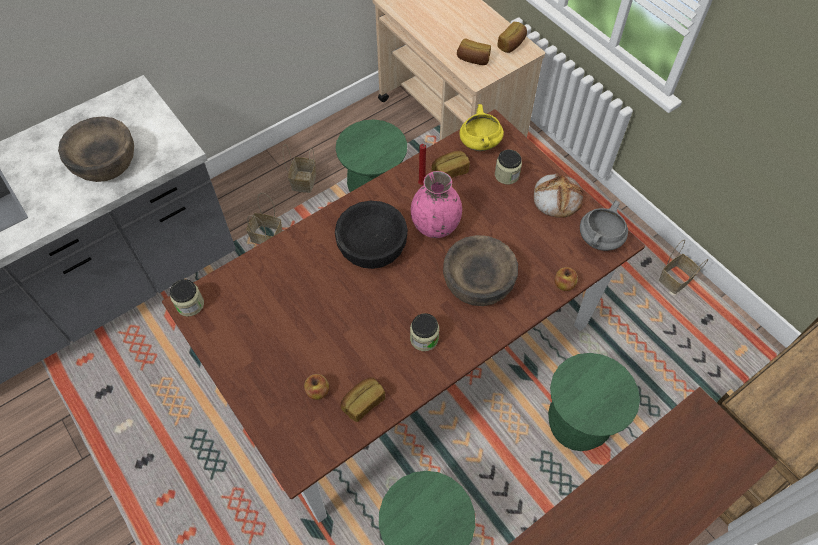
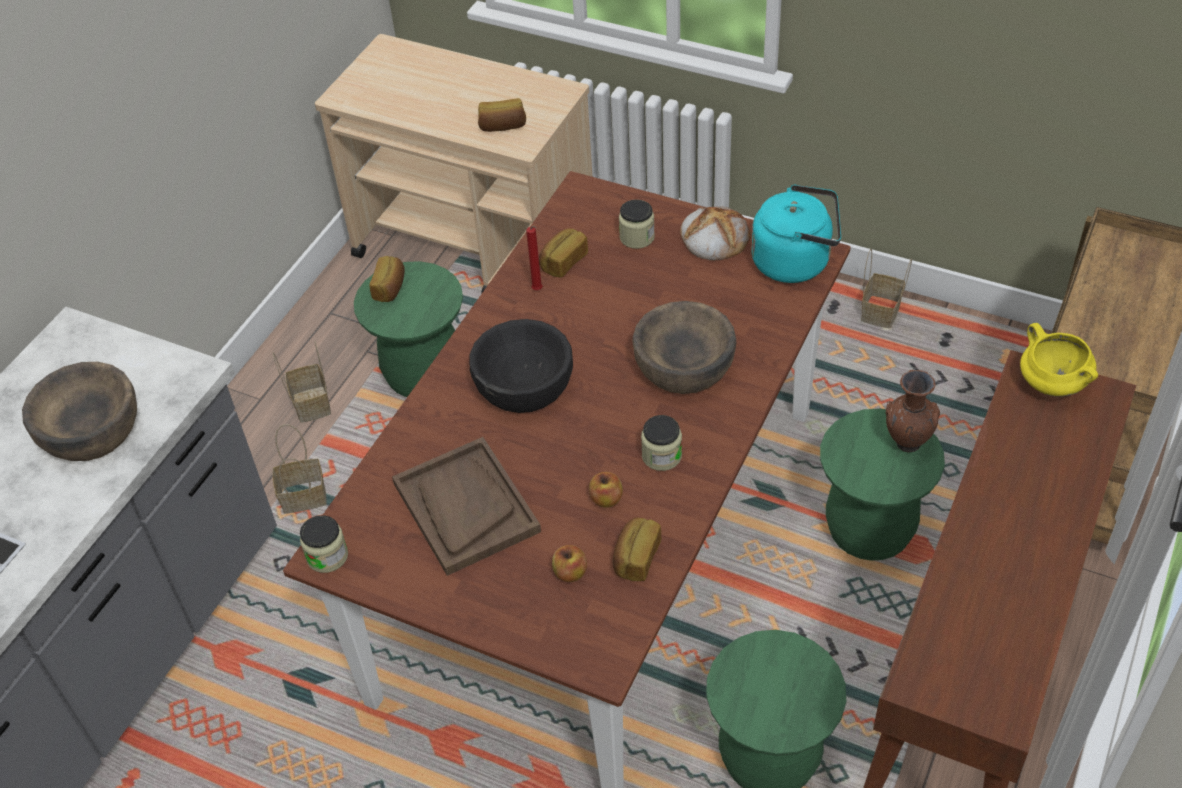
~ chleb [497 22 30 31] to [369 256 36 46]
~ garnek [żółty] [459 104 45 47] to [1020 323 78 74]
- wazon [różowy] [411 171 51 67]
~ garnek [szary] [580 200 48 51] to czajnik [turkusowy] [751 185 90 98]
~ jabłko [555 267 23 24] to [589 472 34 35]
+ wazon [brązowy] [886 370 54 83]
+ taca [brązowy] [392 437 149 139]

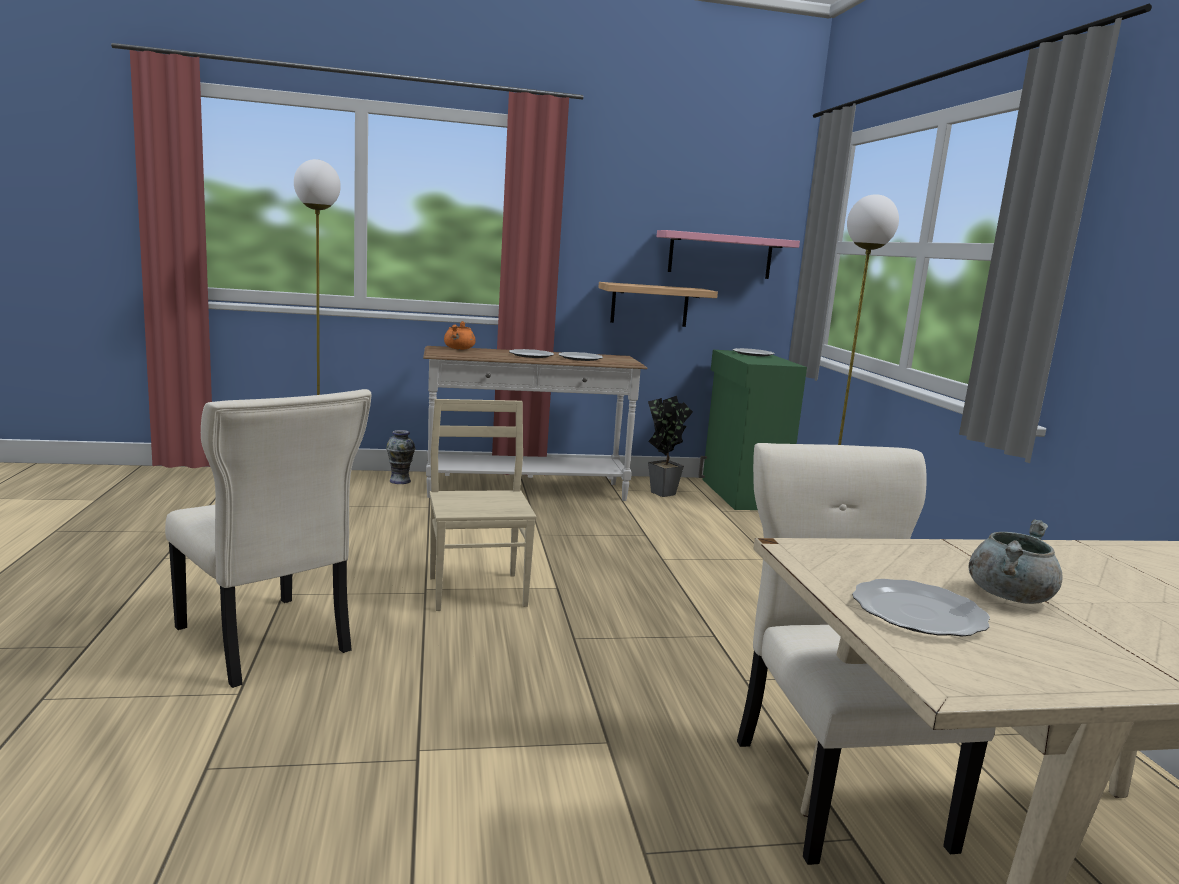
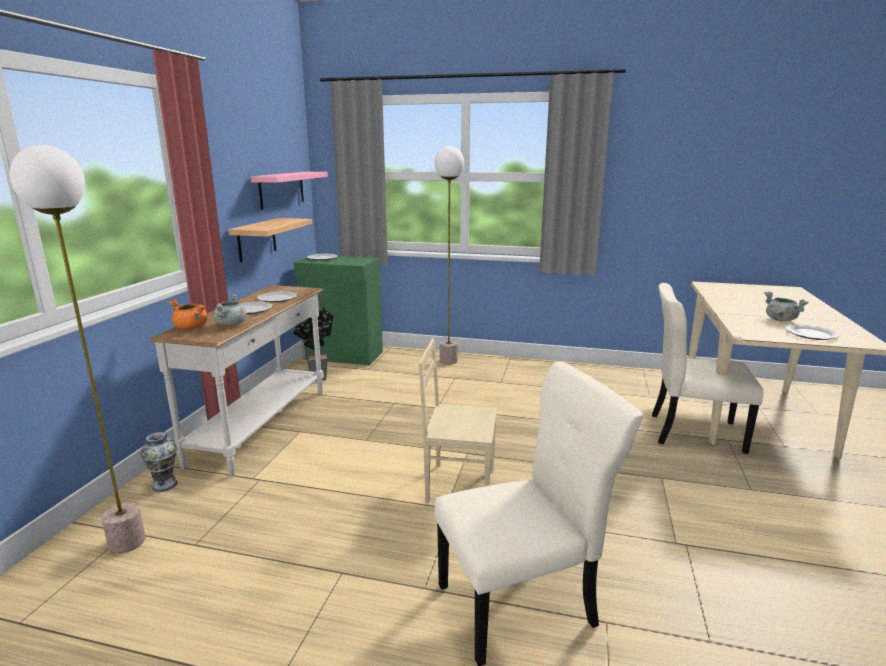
+ garnek [szary] [213 294 34 32]

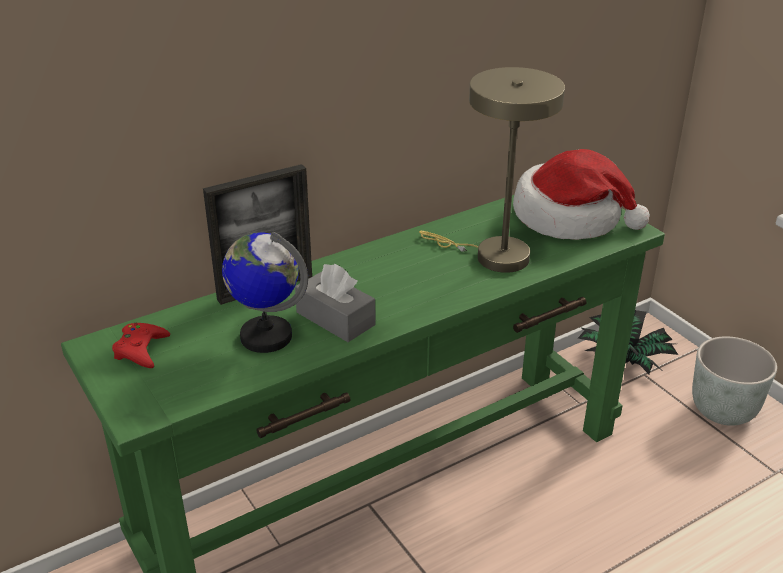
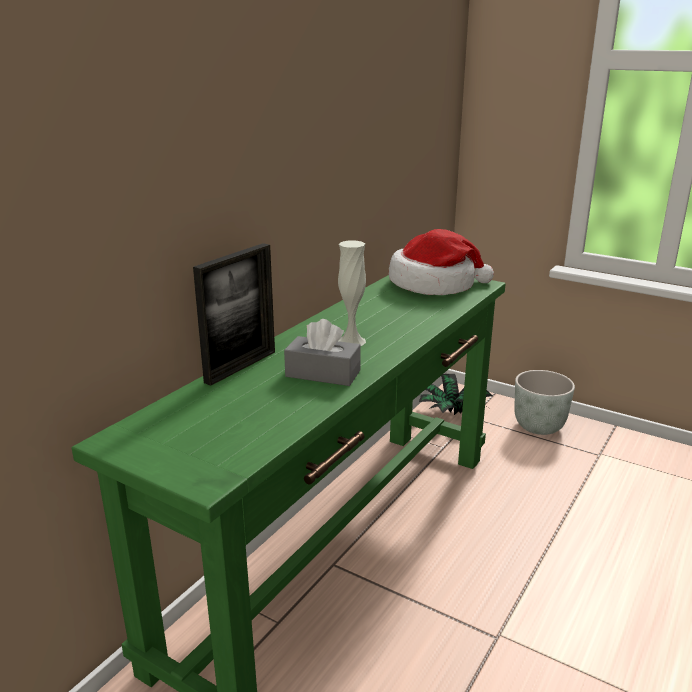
- lampa stołowa [beżowy] [419 67 146 206]
- globus [222 232 86 121]
- pad do gier [czerwony] [112 323 58 45]
+ wazon [biały] [338 240 28 106]

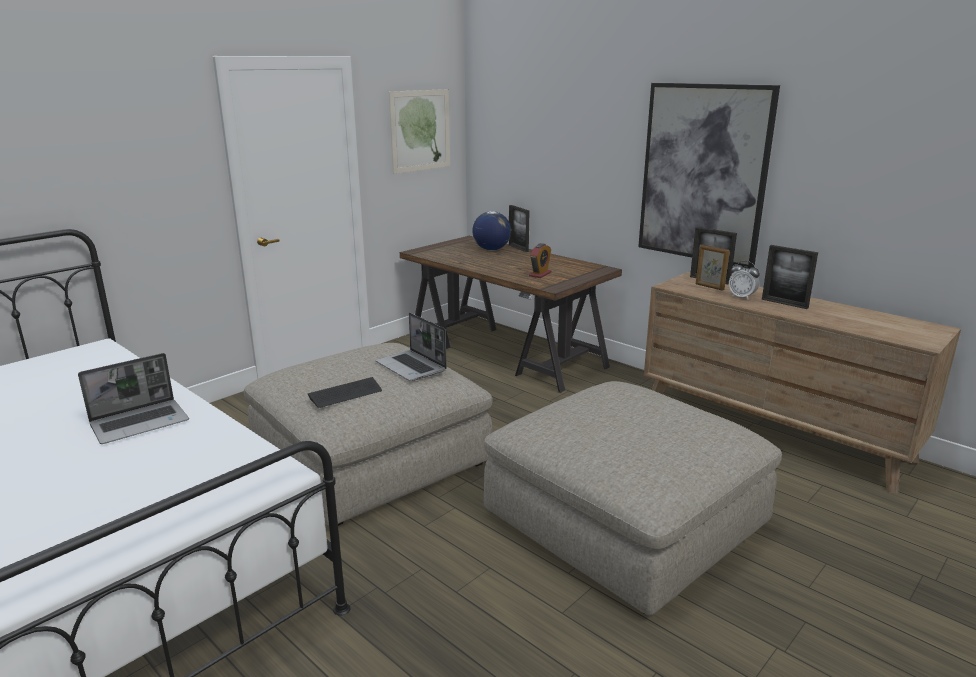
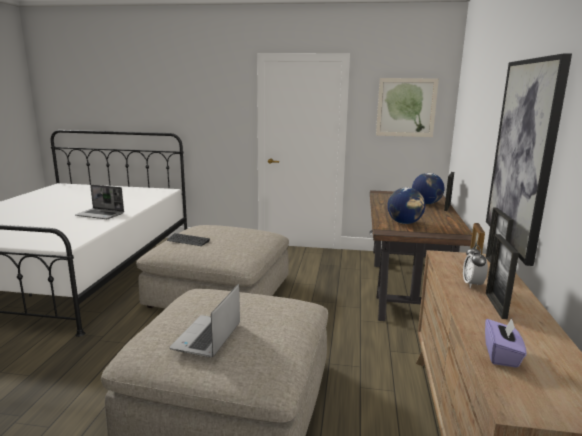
~ budzik [529 243 23 35] to globus [387 187 38 37]
~ laptop [376 312 71 69] to [170 284 70 74]
+ pudełko chusteczek [fioletowy] [485 318 42 50]

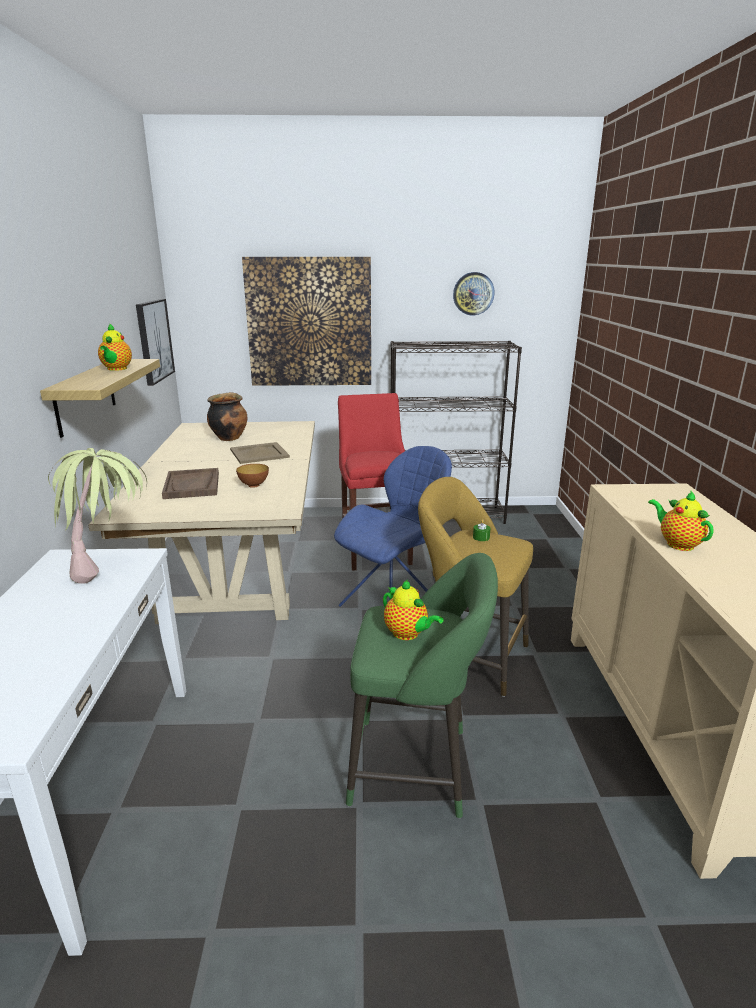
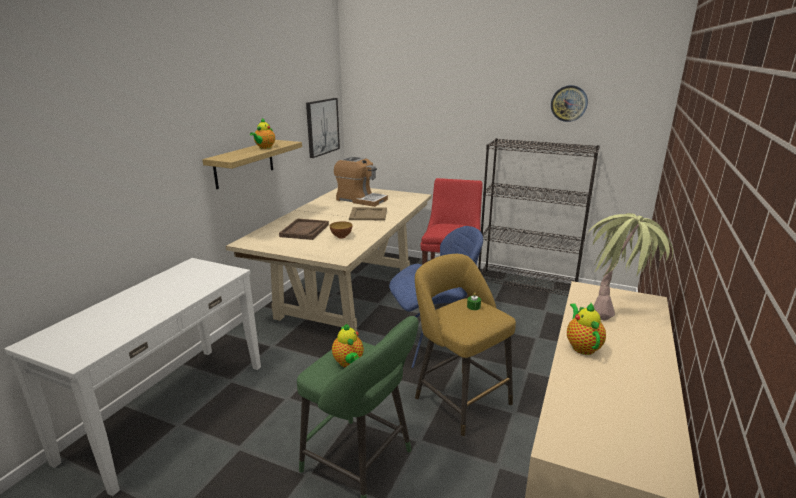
- obraz [242 257 129 129]
~ garnek [207 392 40 49] to ekspres do kawy [334 157 54 50]
~ roślina doniczkowa [48 448 99 136] to [587 213 86 108]

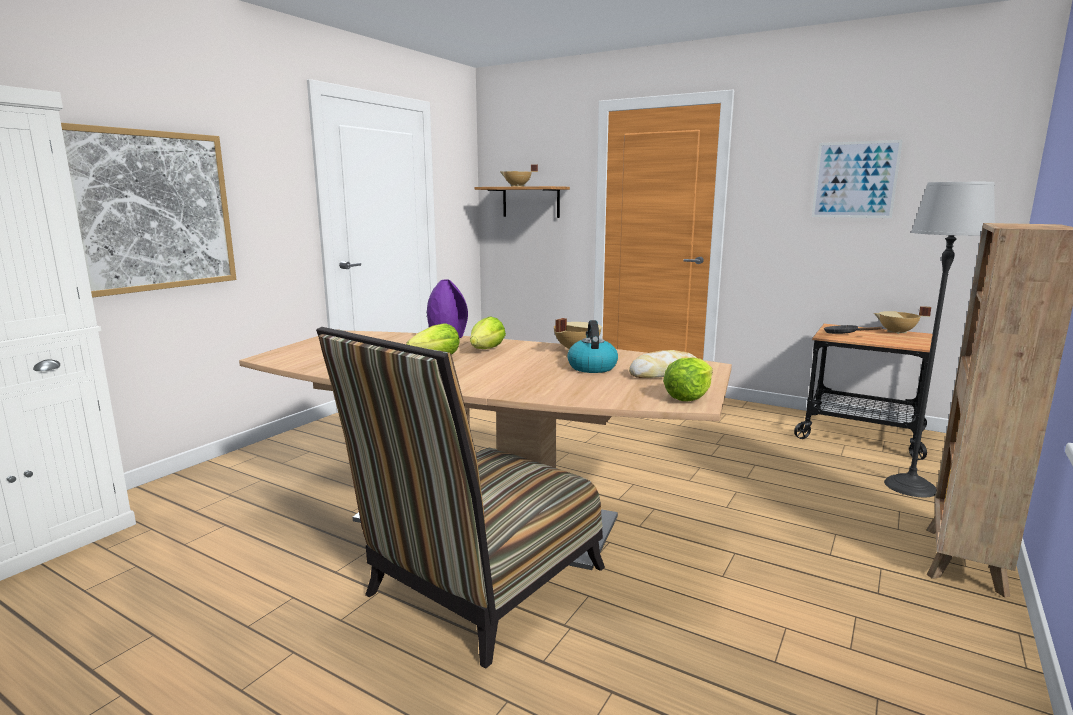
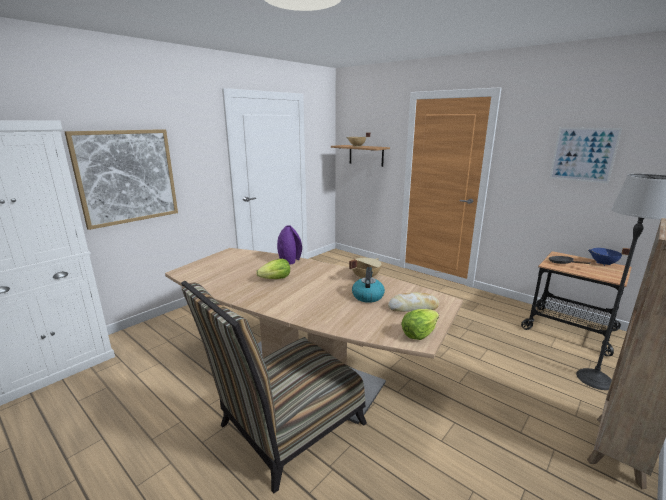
~ garnek [beżowy] [874 306 57 28] to garnek [niebieski] [587 248 43 18]
- sałata [470 316 36 33]

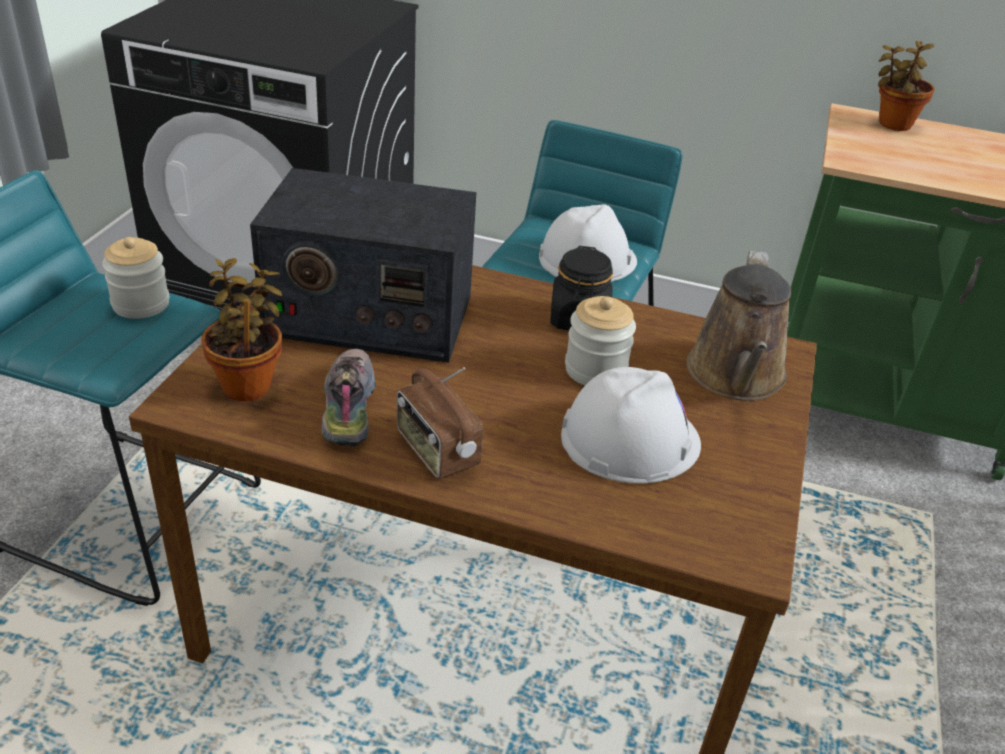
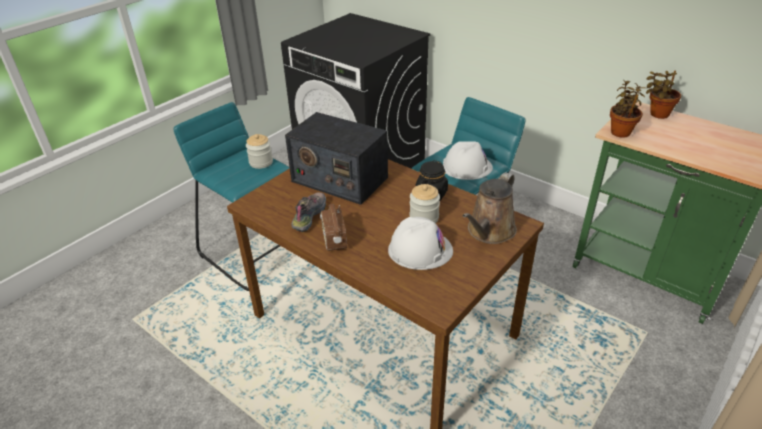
~ roślina doniczkowa [201 258 81 143] to [610 80 35 58]

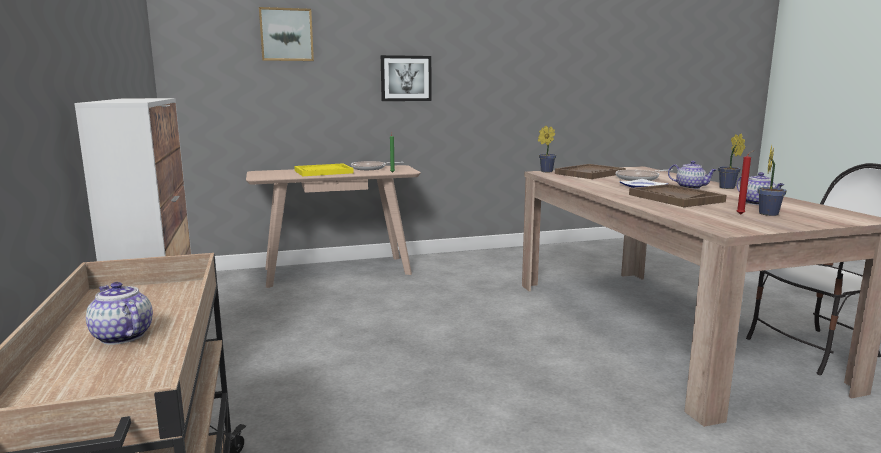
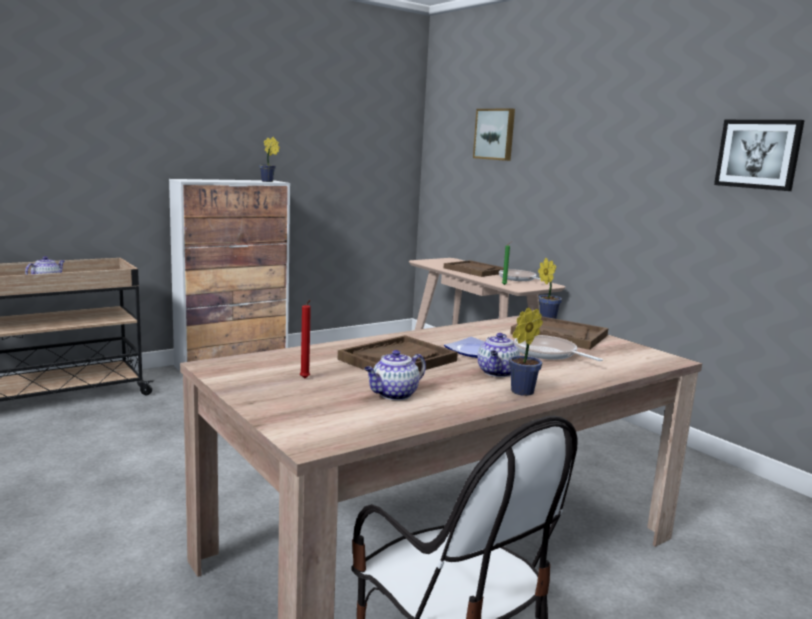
~ obraz [381 55 51 46] to [714 120 91 71]
~ roślina doniczkowa [757 145 30 71] to [259 137 21 45]
~ taca [żółty] [294 163 60 13] to taca [brązowy] [444 260 60 17]

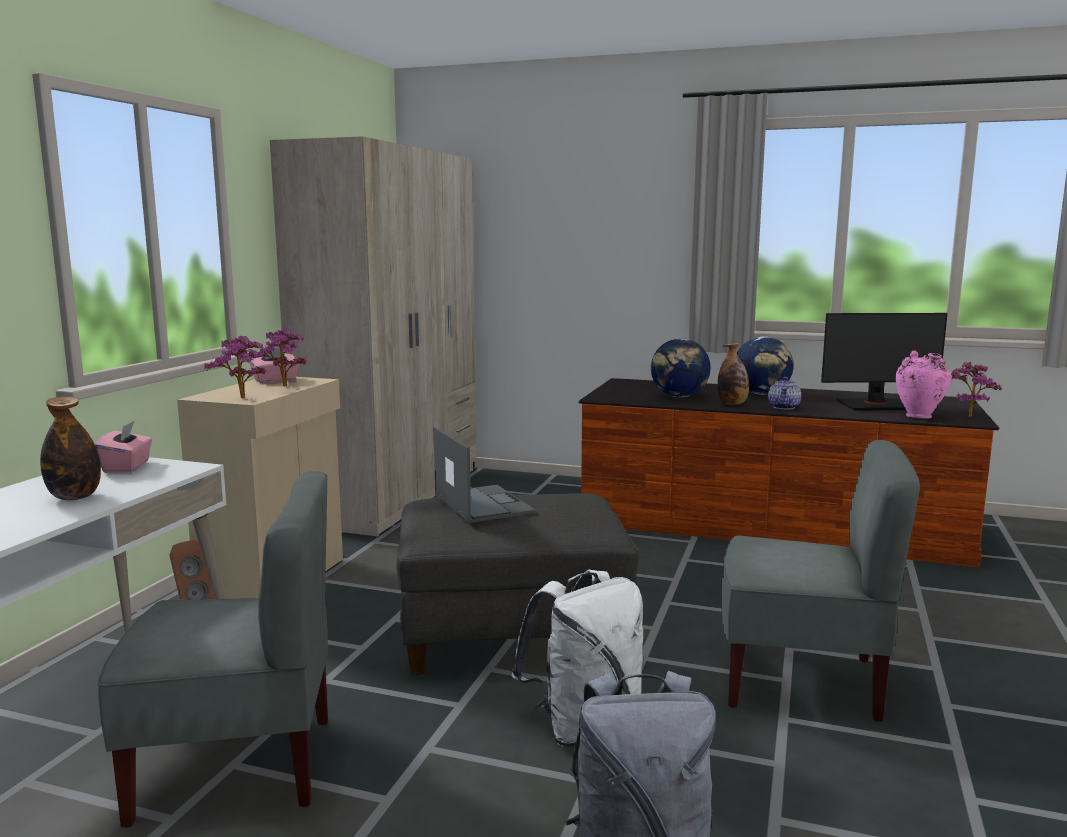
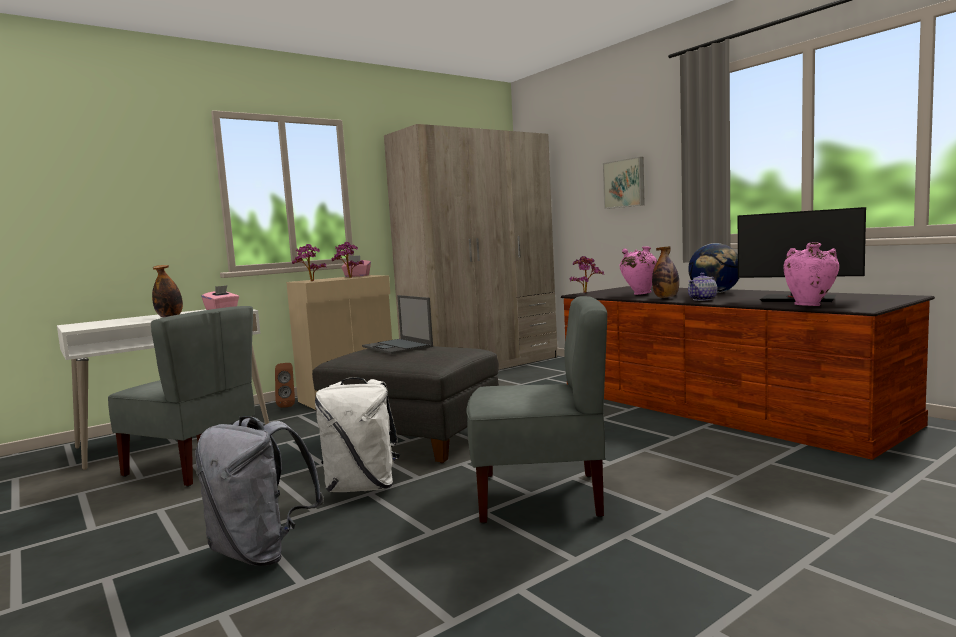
~ globus [651 338 59 60] to wazon [różowy] [619 246 38 49]
~ roślina doniczkowa [951 362 51 55] to [570 256 34 37]
~ laptop [434 427 101 96] = [362 295 71 59] 135 degrees clockwise
~ krzesło [szary] [722 440 198 282] = [466 296 141 228] 45 degrees counterclockwise
+ obraz [603 157 42 52]

